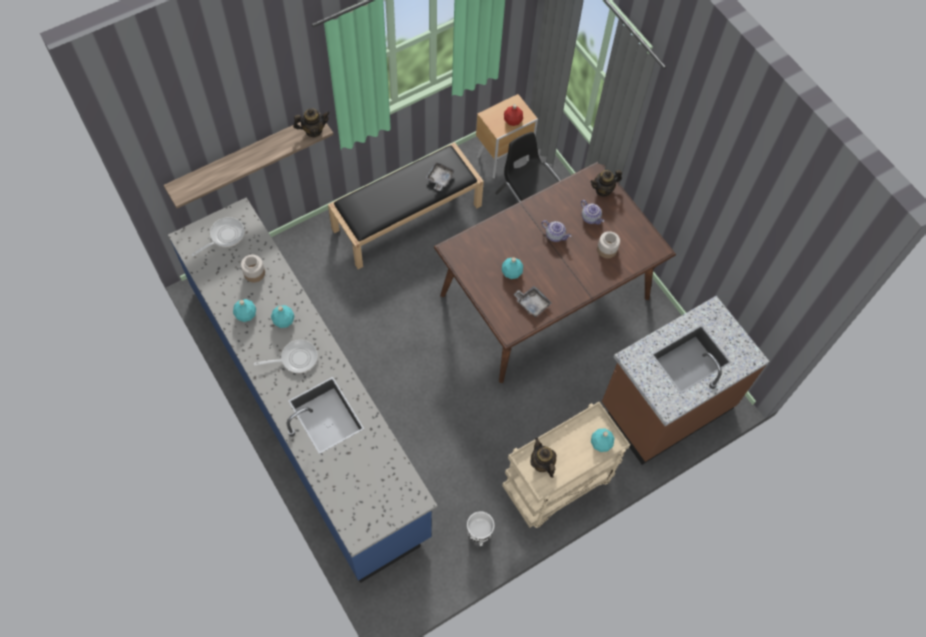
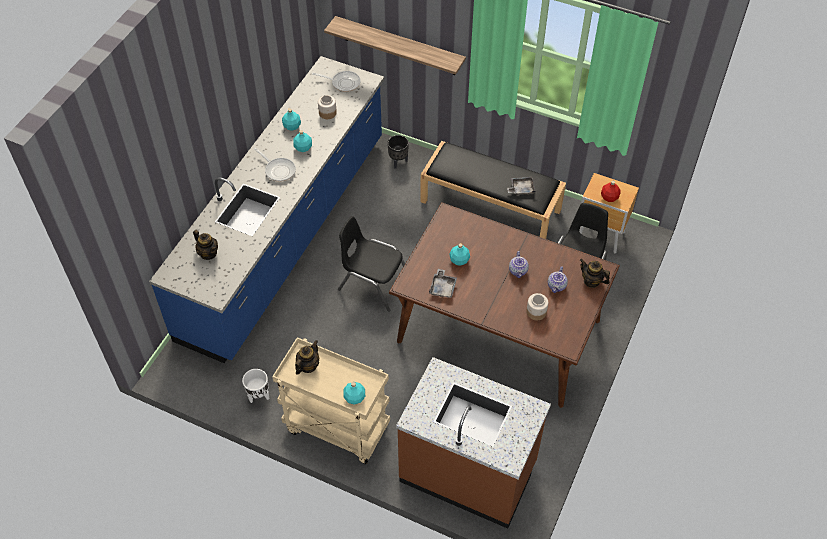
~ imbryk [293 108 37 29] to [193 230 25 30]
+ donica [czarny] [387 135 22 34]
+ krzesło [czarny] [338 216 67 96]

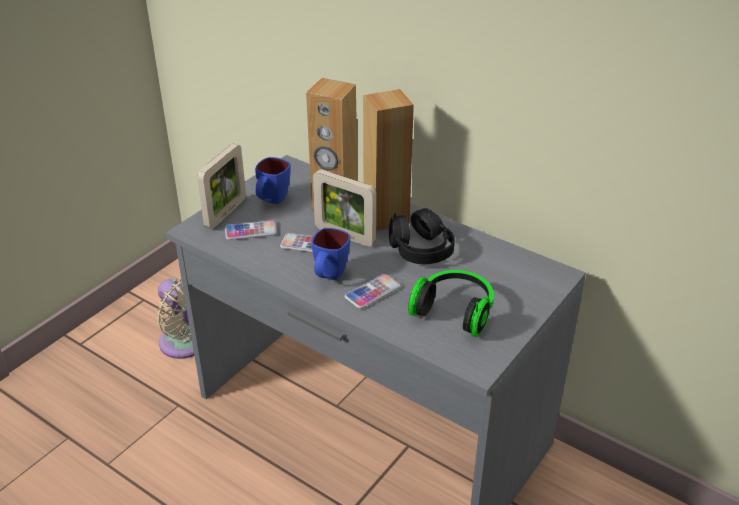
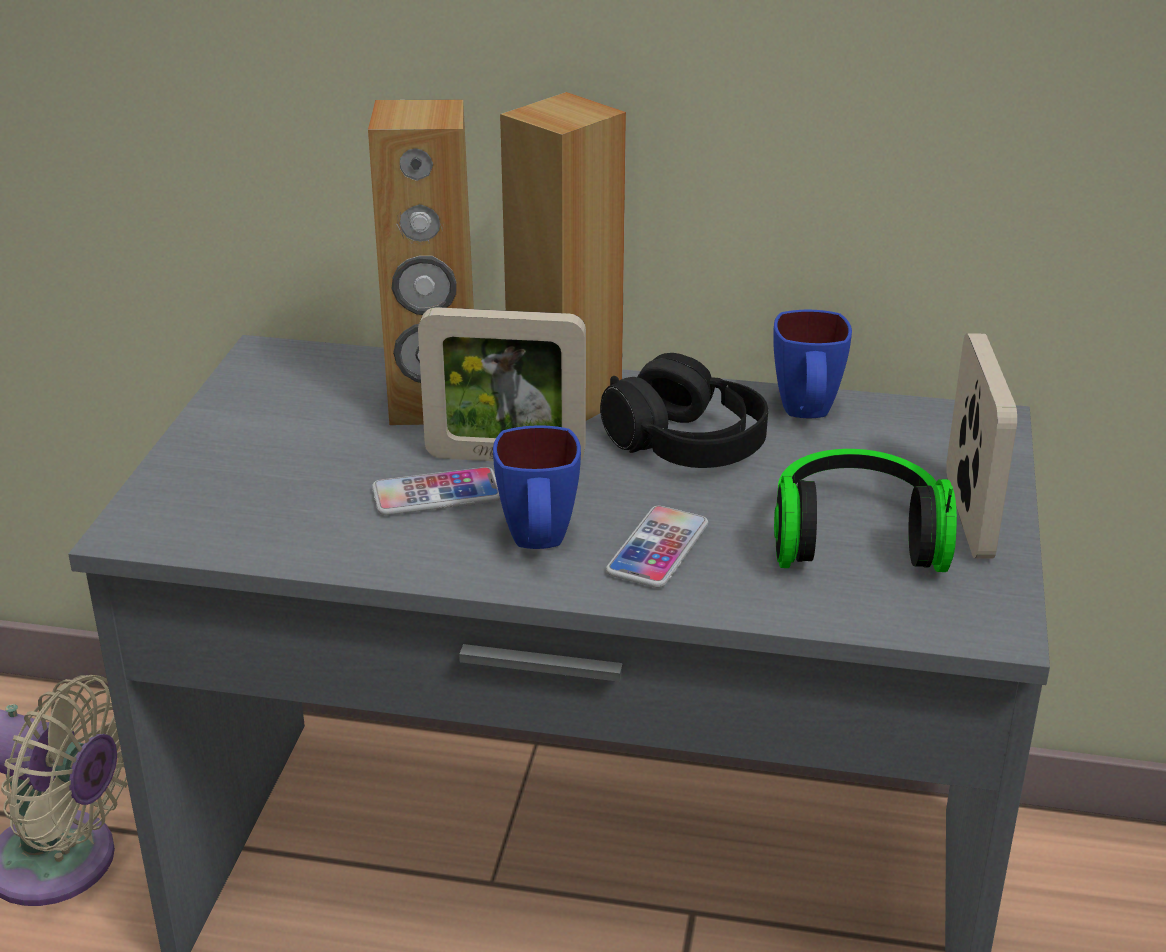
~ ramka na zdjęcie [197 144 49 85] to [946 334 71 225]
~ kubek [niebieski] [255 157 36 47] to [773 310 79 108]
- telefon [225 220 52 20]

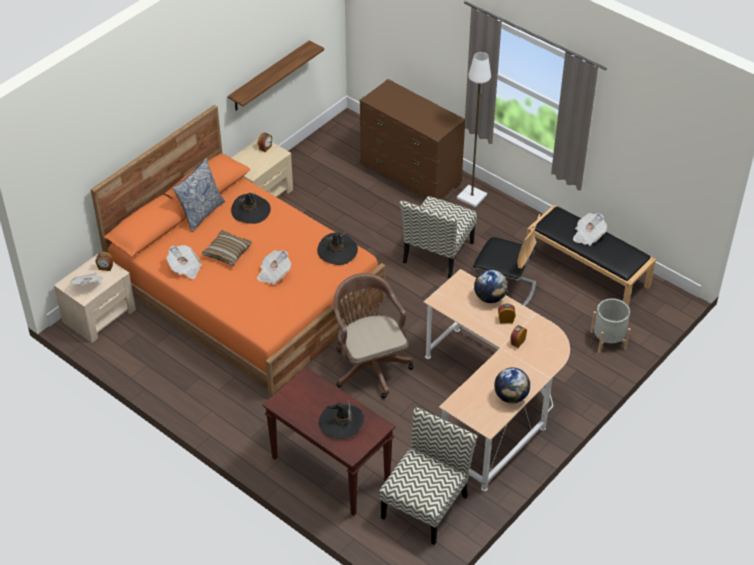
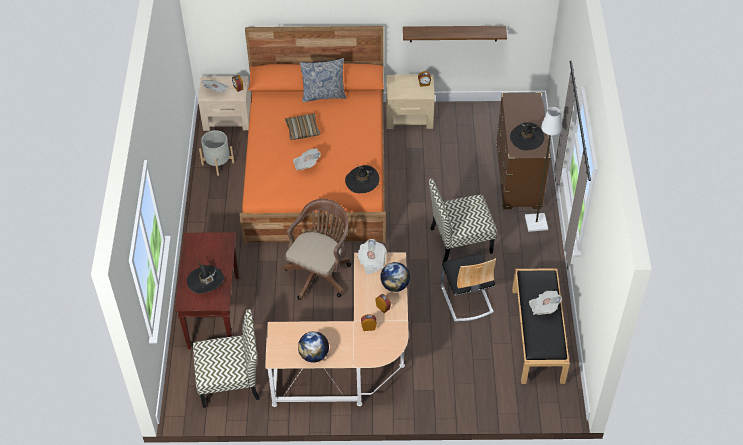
~ kapelusz [czarny] [231 192 40 32] to [510 122 34 29]
~ gazeta [166 245 36 34] to [357 239 30 35]
~ donica [szary] [590 298 40 55] to [199 130 35 46]

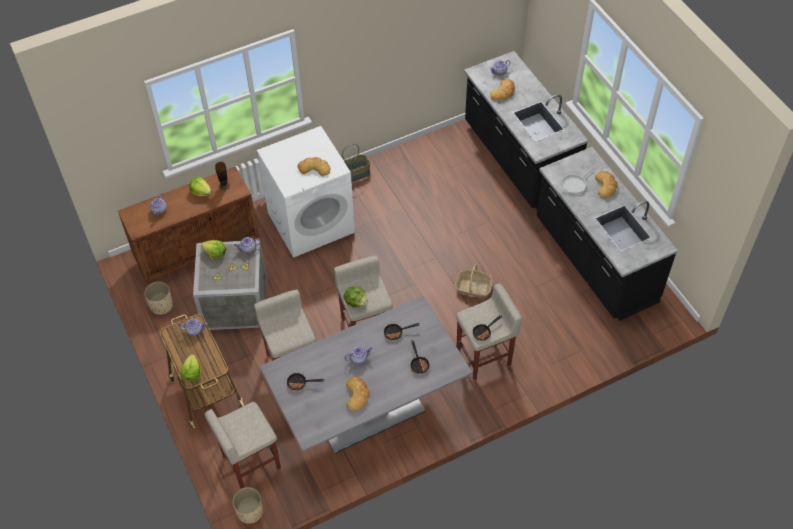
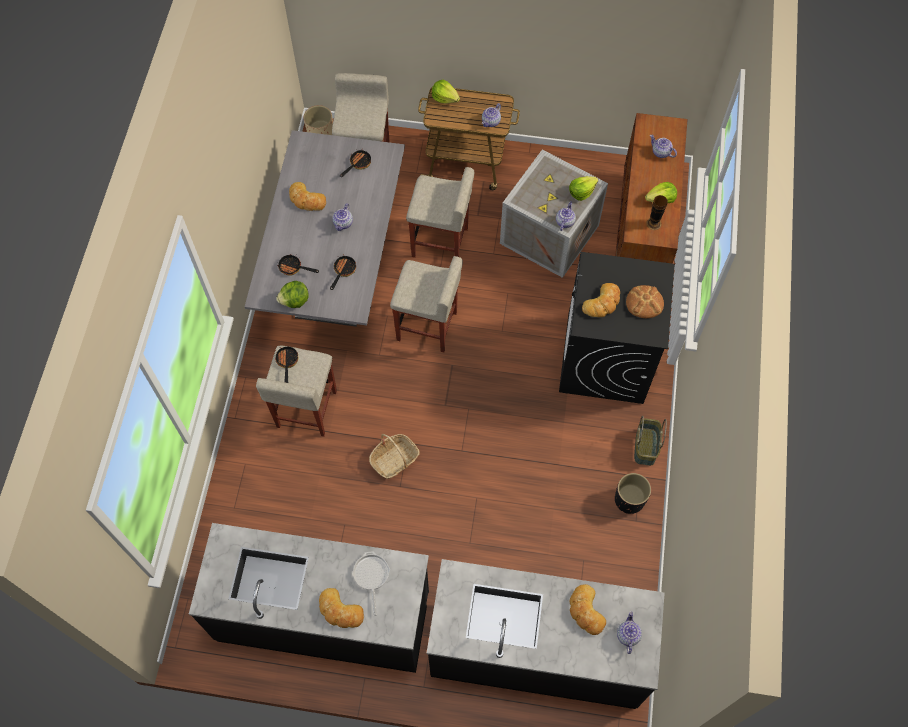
~ pralka [biały] [257 126 98 132] to pralka [czarny] [559 252 116 152]
- donica [beżowy] [144 281 29 34]
~ sałata [343 287 25 21] to [276 281 33 27]
+ chleb [626 285 38 33]
+ donica [czarny] [615 473 36 41]

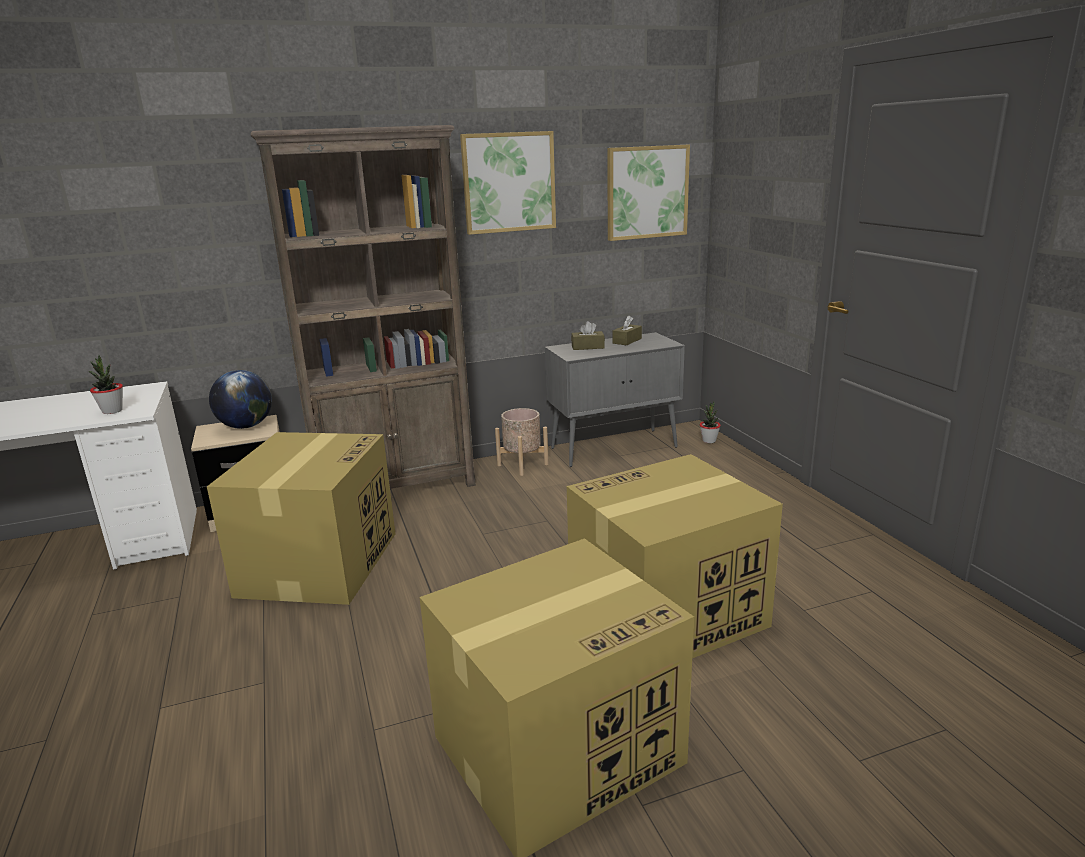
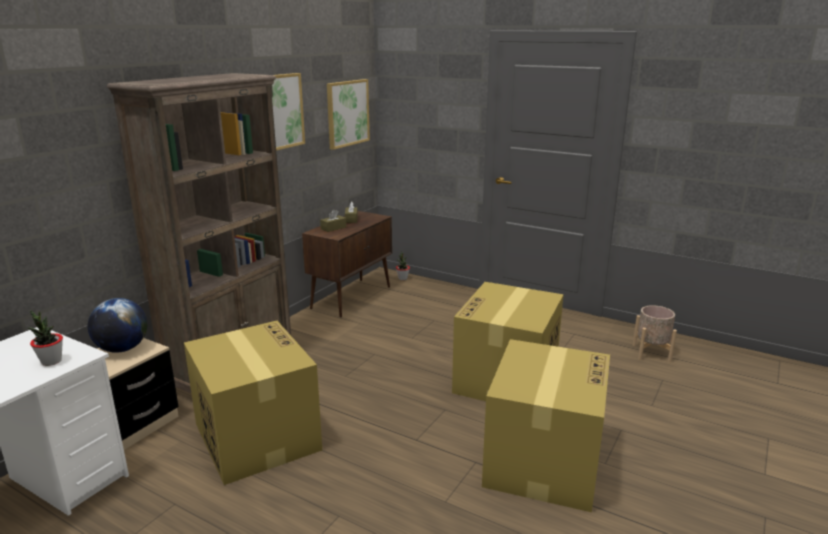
~ szafka [szary] [545 332 140 135] to szafka [brązowy] [302 211 90 107]
~ donica [beżowy] [495 408 54 68] to [632 305 45 57]

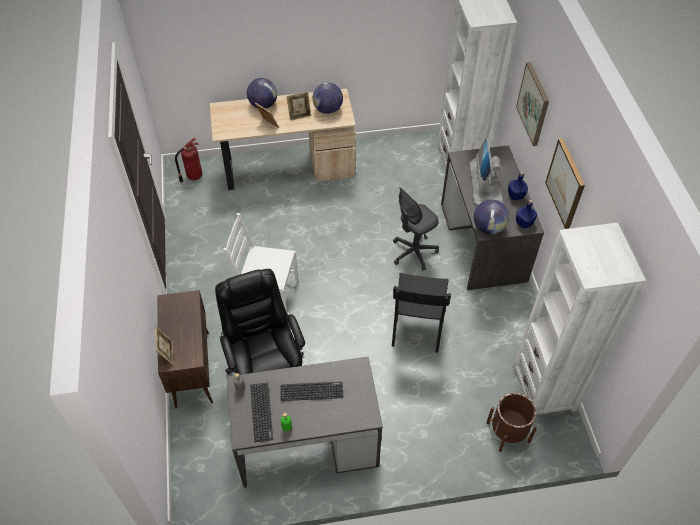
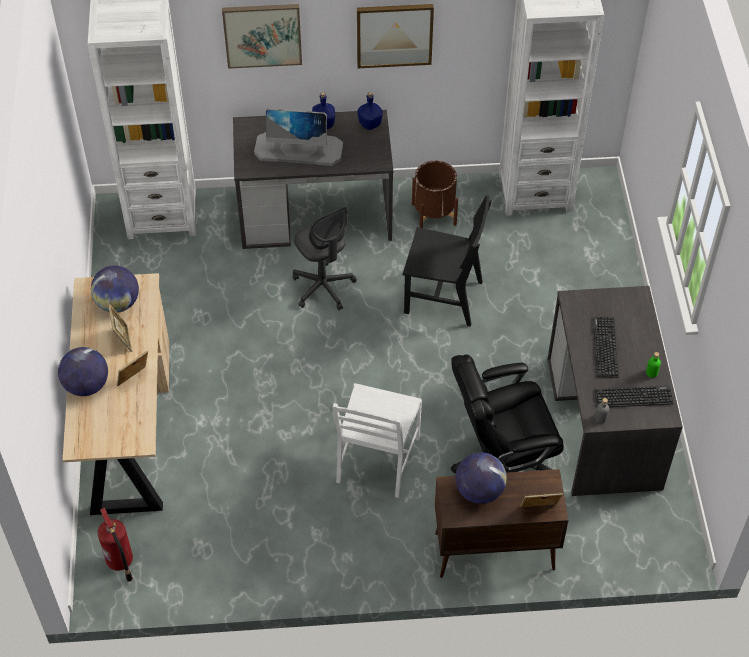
~ globus [474 200 35 34] to [455 452 52 52]
~ donica [brązowy] [486 393 51 59] to [412 161 46 67]

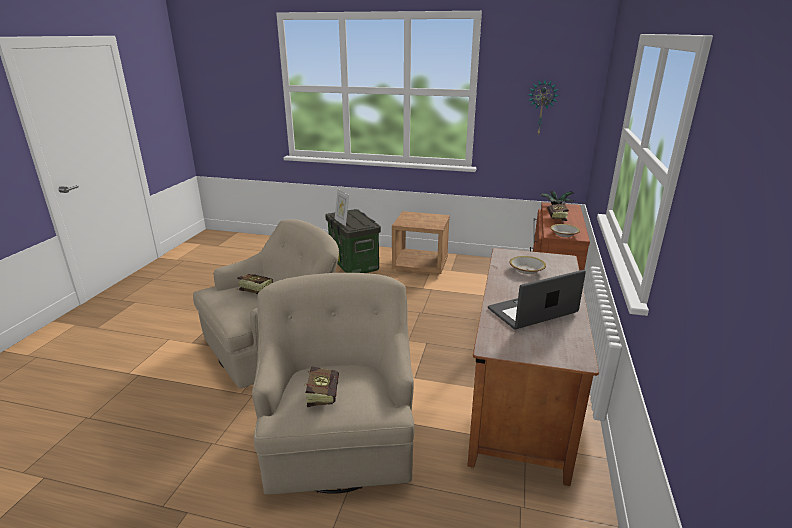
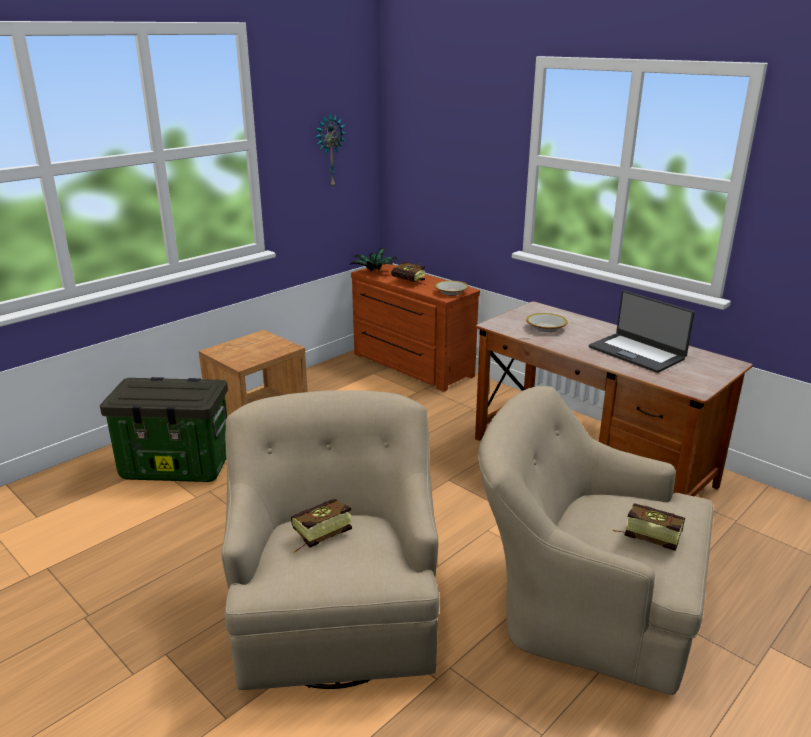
- ramka na zdjęcie [335 189 14 37]
~ laptop [488 270 98 60] = [589 291 106 82] 45 degrees counterclockwise

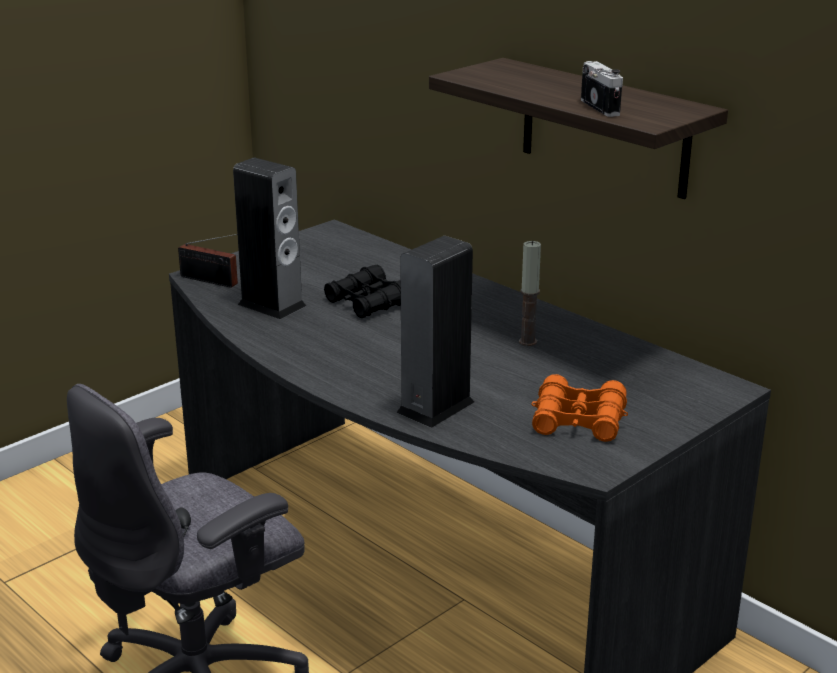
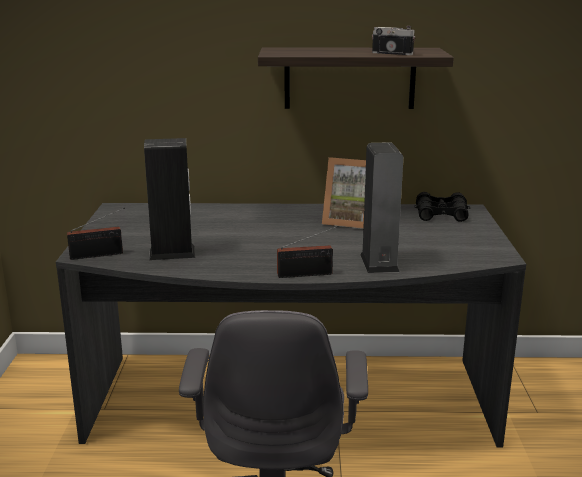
~ świeca [519 241 22 105] to ramka na zdjęcie [322 157 44 72]
~ lornetka [czarny] [324 265 77 53] to [414 192 56 30]
- lornetka [pomarańczowy] [531 374 97 68]
+ radio [277 226 62 52]

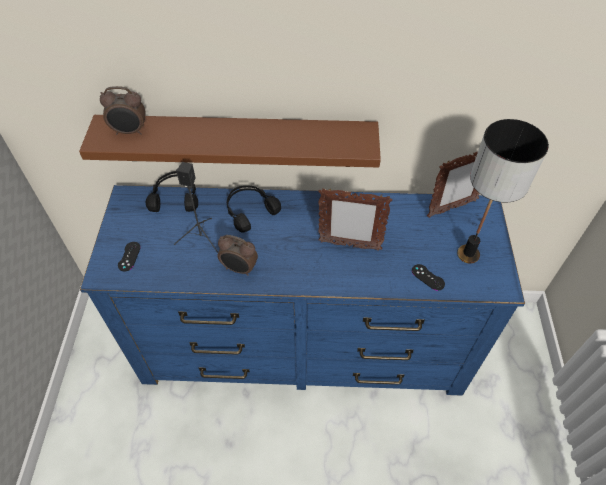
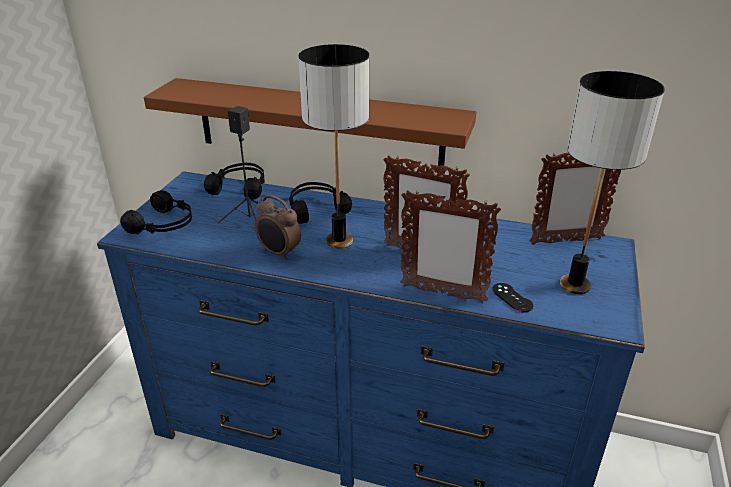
- budzik [100 86 46 49]
~ pad do gier [czarny] [118 242 23 29] to słuchawki [czarny] [120 190 72 44]
+ lampa stołowa [298 44 71 204]
+ ramka na zdjęcie [401 190 100 113]

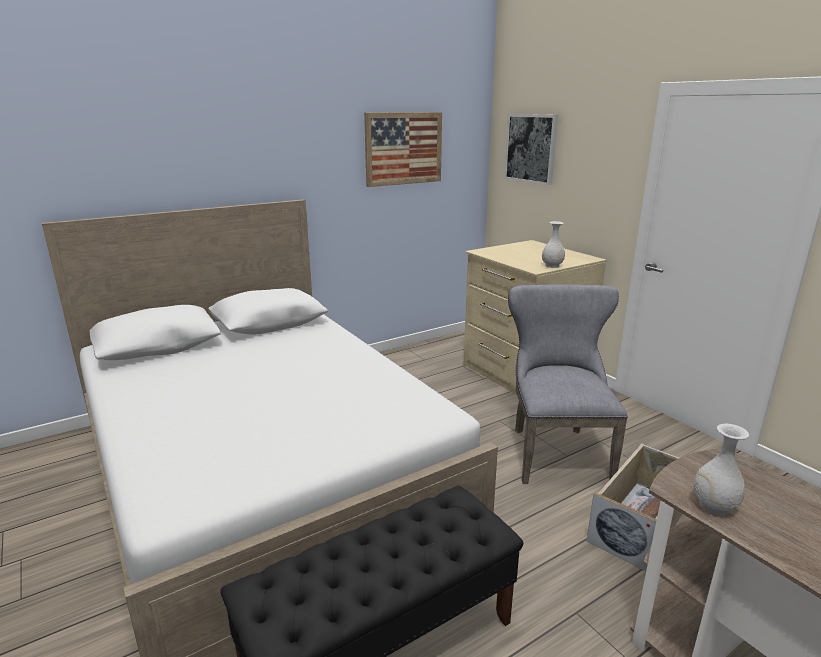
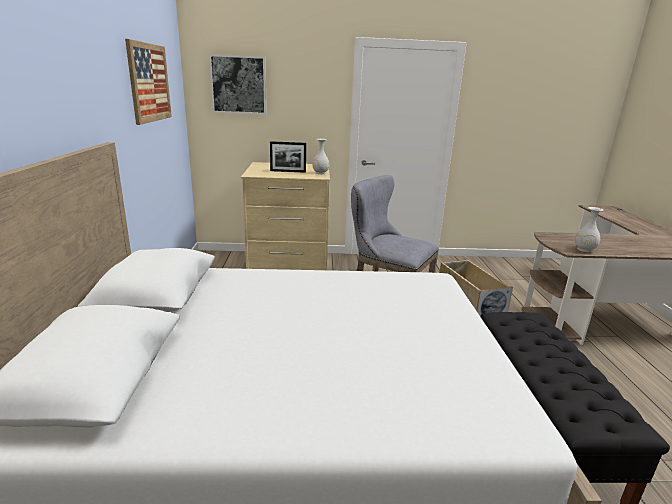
+ ramka na zdjęcie [270 141 36 32]

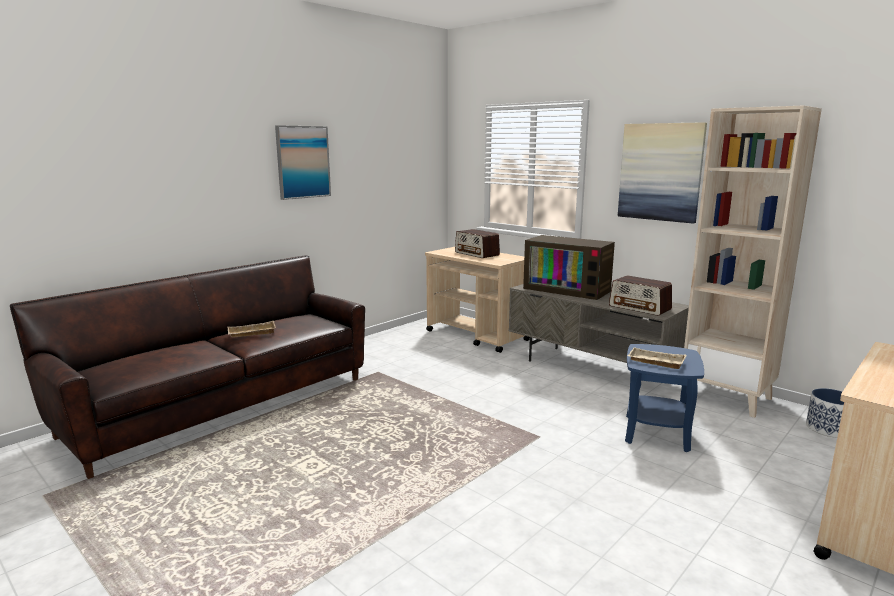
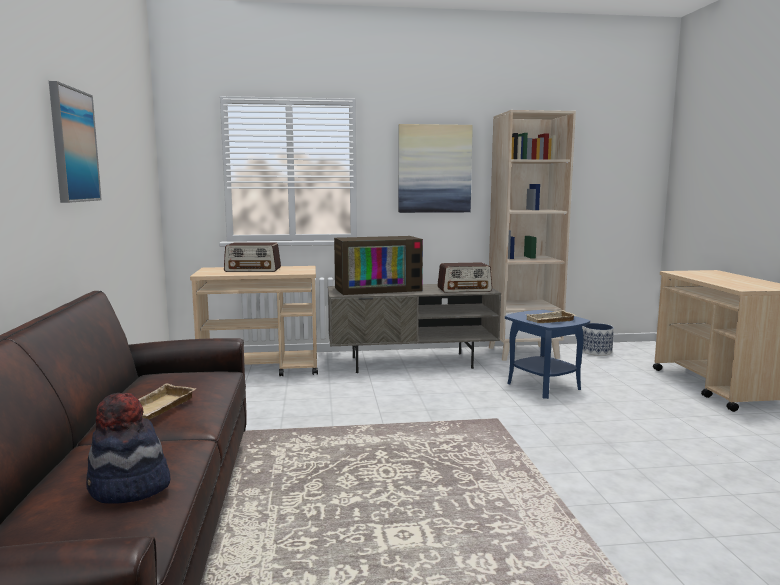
+ kapelusz [86 393 84 111]

